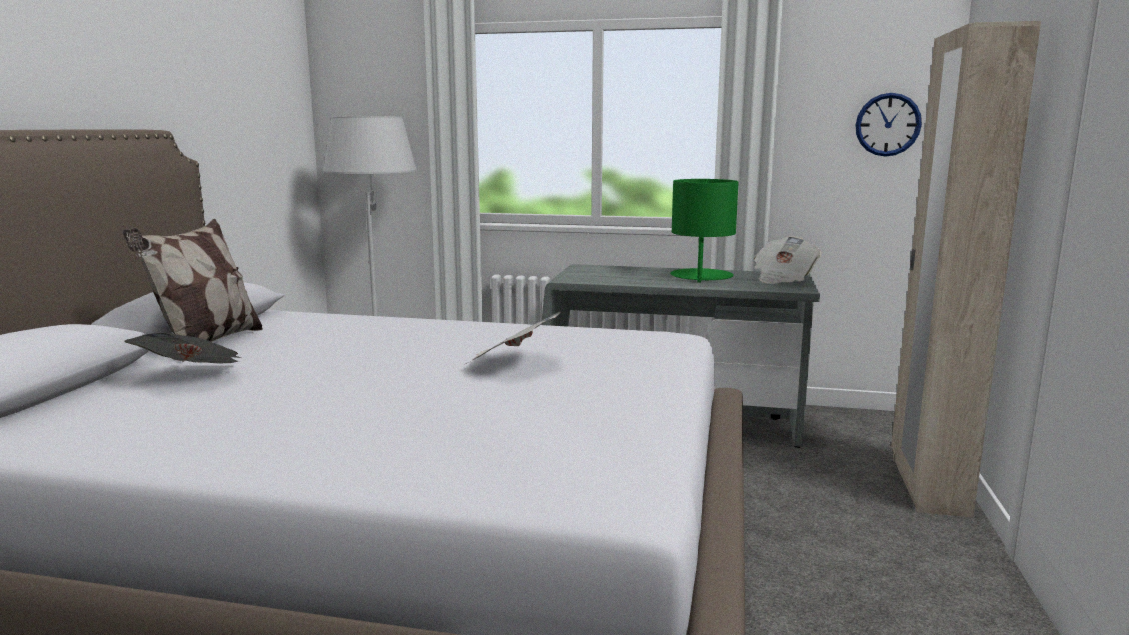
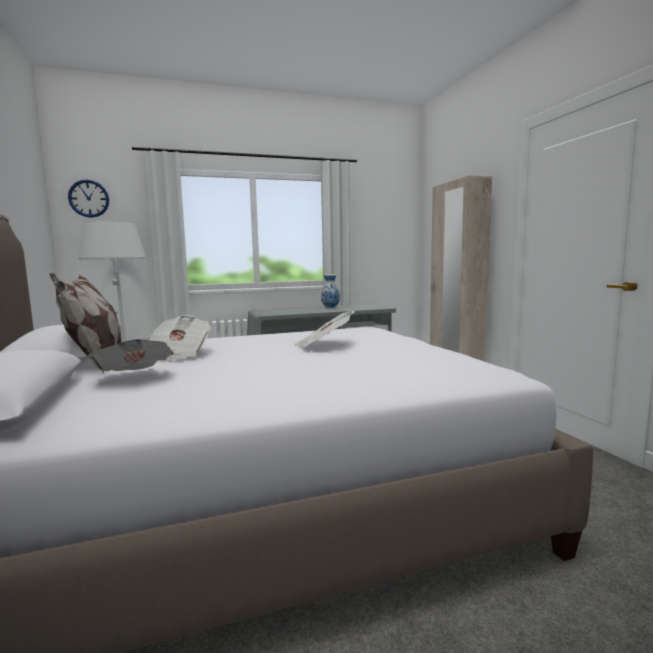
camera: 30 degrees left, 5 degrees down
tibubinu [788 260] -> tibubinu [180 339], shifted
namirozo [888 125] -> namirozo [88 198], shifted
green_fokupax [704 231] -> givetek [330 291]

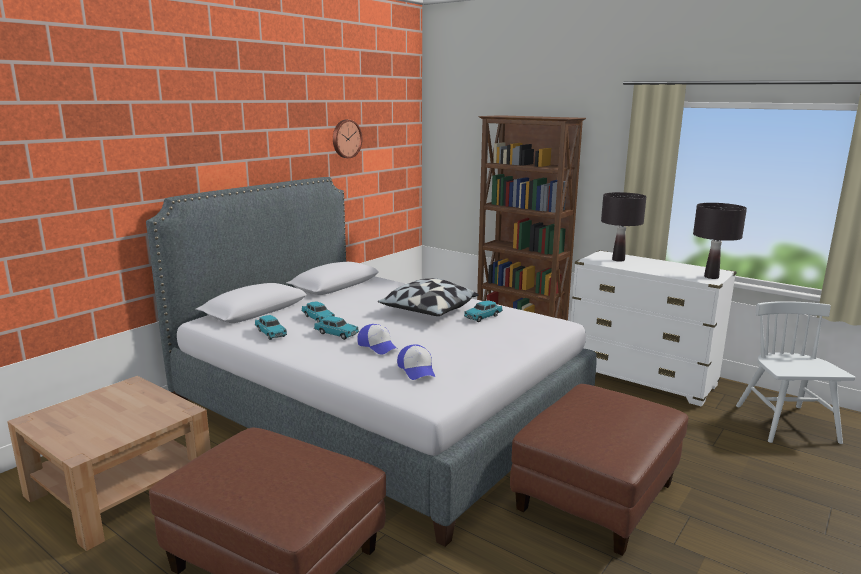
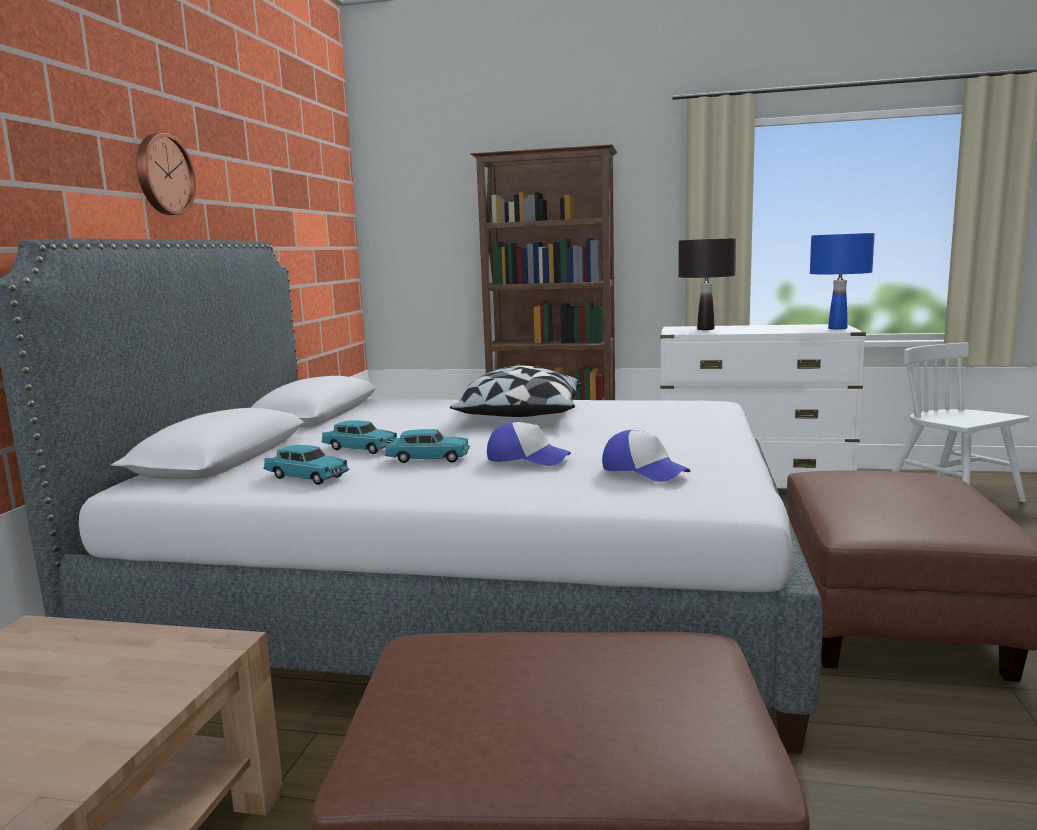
camera: 25 degrees left, 5 degrees down
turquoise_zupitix [483 311] -> none
namirozo [347 139] -> namirozo [166 174], shifted
black_fokupax [720 241] -> blue_fokupax [842 281]

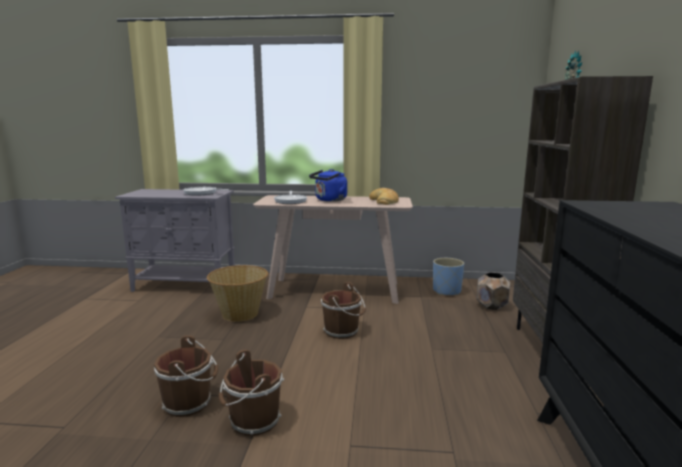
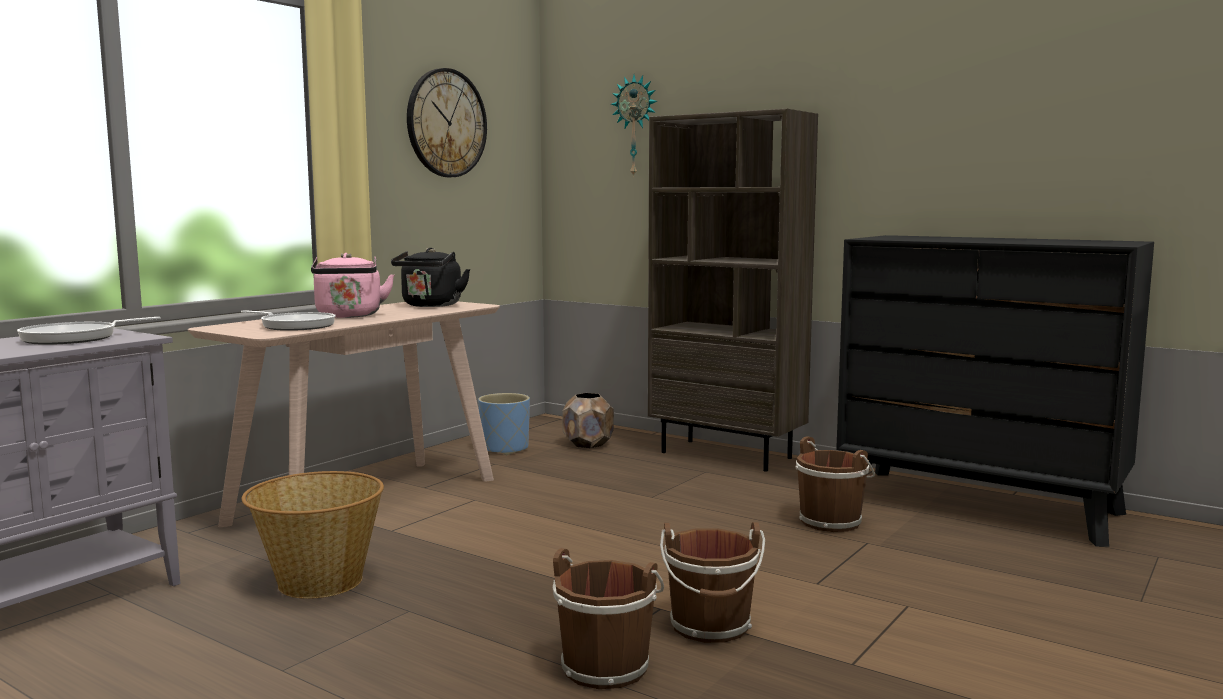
camera: 60 degrees left, 5 degrees down
none -> namirozo [447 122]
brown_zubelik [343 310] -> brown_zubelik [835 484], shifted
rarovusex [384 196] -> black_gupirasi [430 277]
blue_gupirasi [328 185] -> pink_gupirasi [353 285]

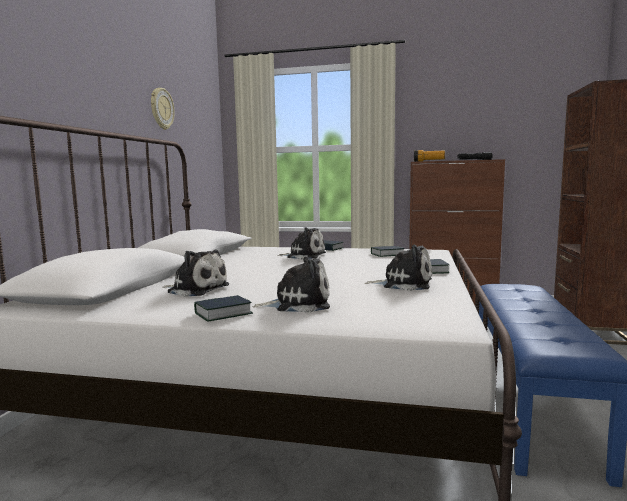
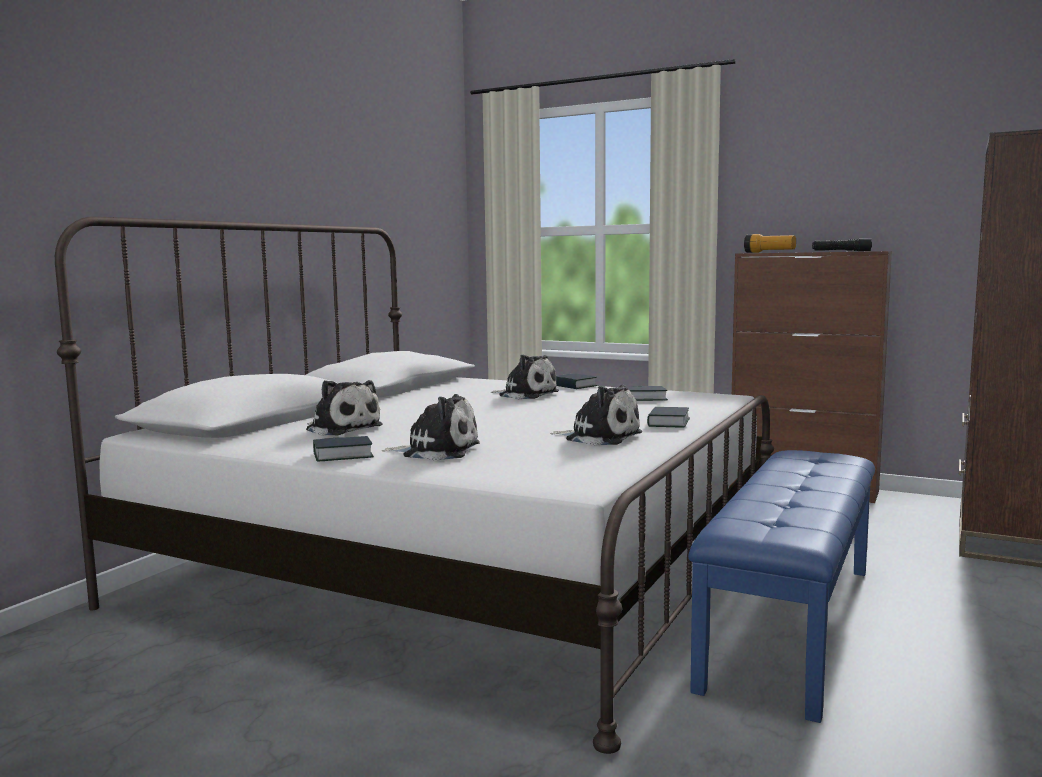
camera: 15 degrees right, 0 degrees up
namirozo [163 109] -> none

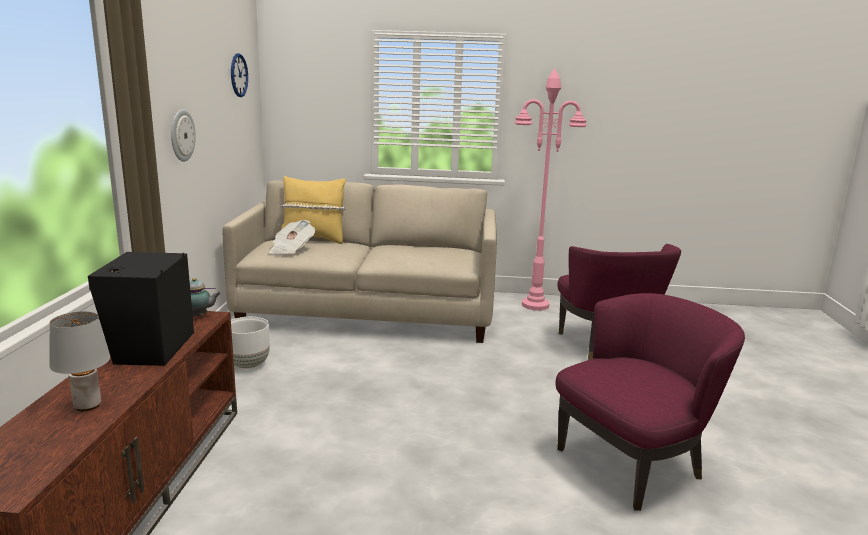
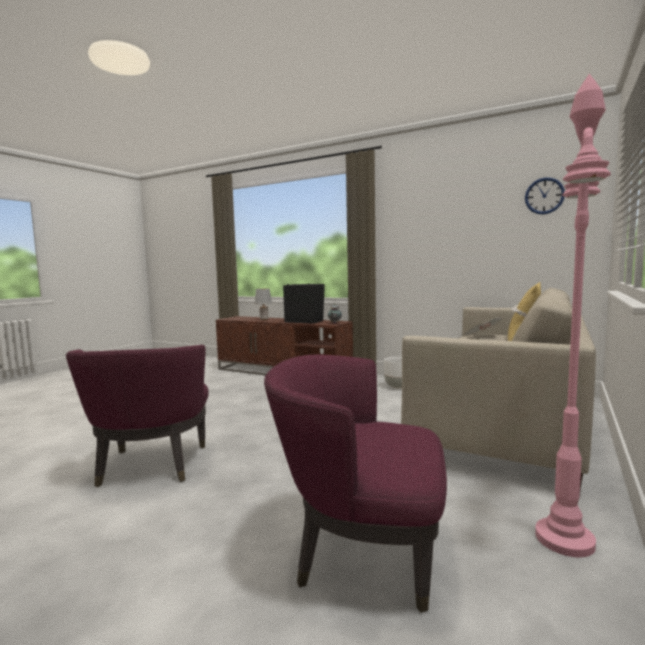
camera: 115 degrees right, 10 degrees down
namirozo [183 135] -> none

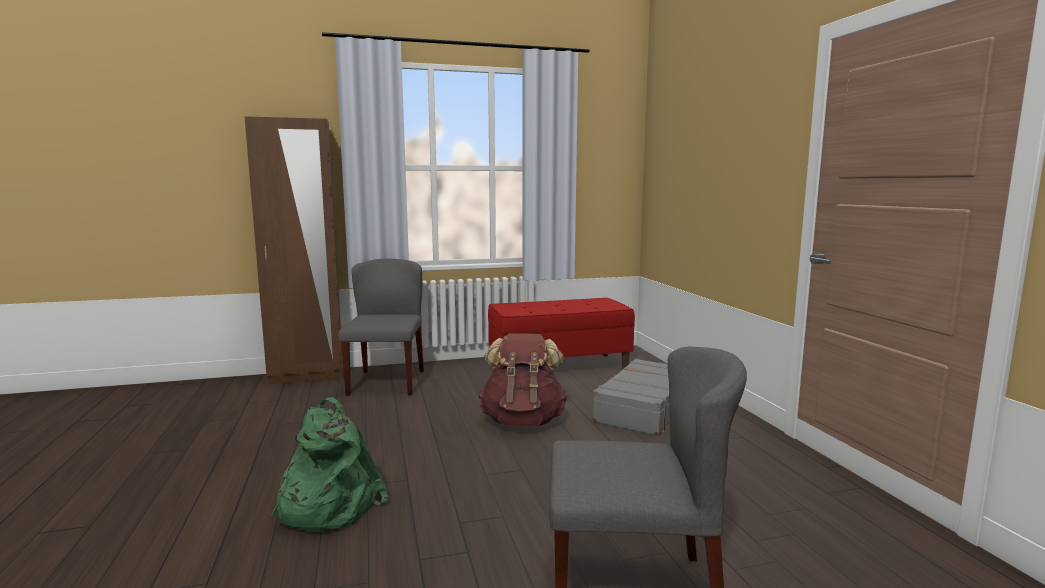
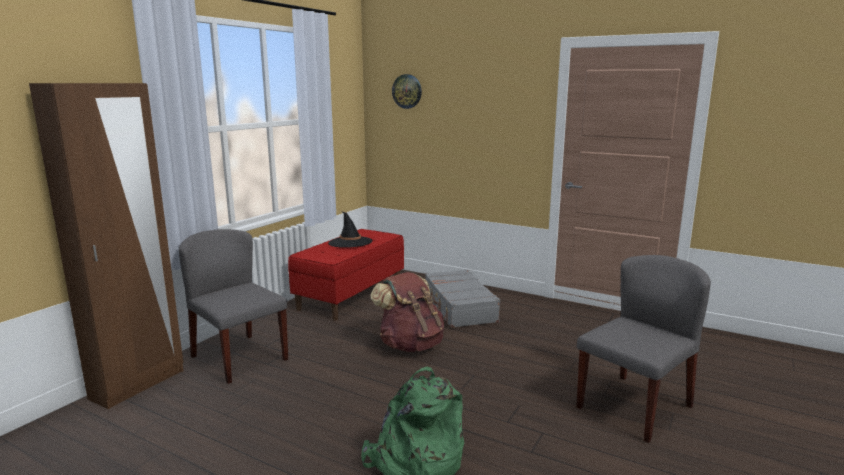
camera: 45 degrees left, 5 degrees up
none -> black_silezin [350 229]
none -> namirozo [407 91]

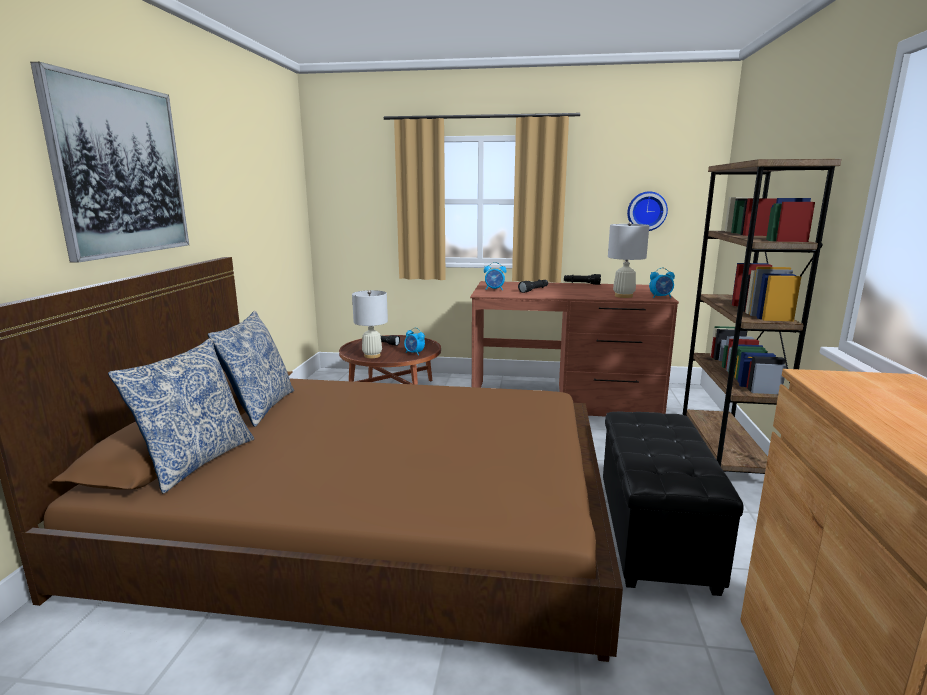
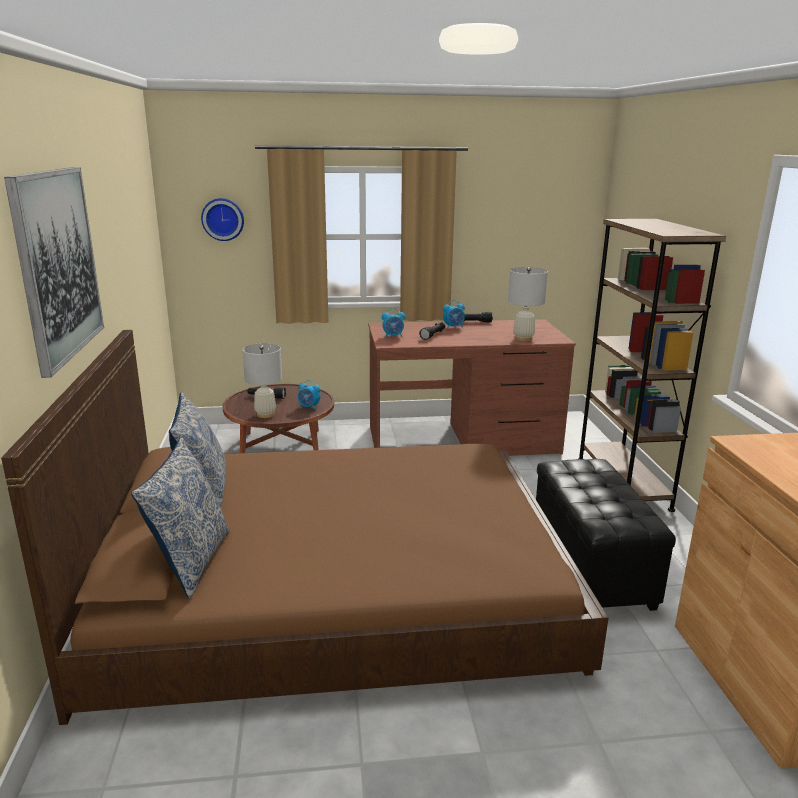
camera: 15 degrees left, 5 degrees up
namirozo [647 211] -> namirozo [222 219], shifted
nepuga [662 283] -> nepuga [454 314], shifted

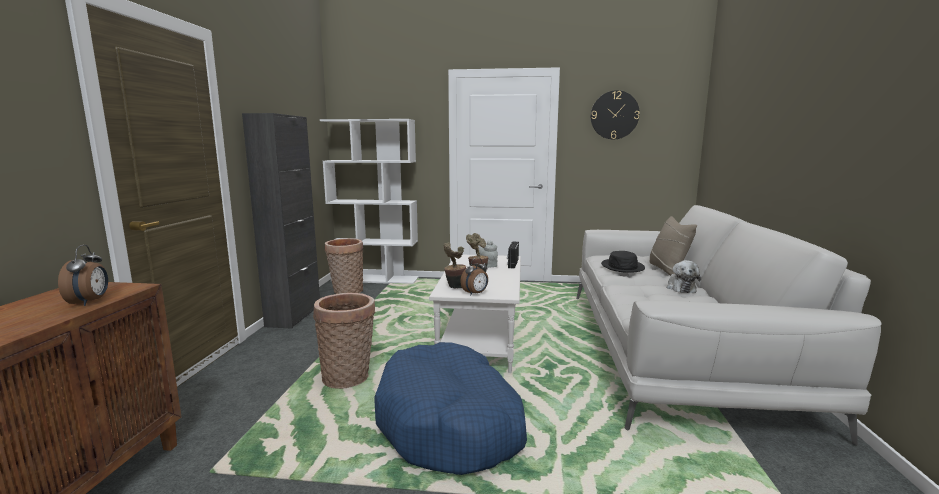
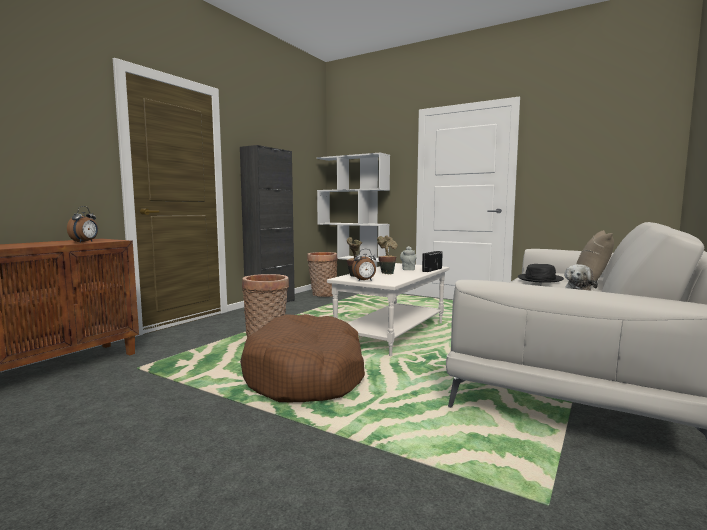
camera: 25 degrees right, 5 degrees down
namirozo [615 114] -> none
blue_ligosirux [450 408] -> brown_ligosirux [302 358]

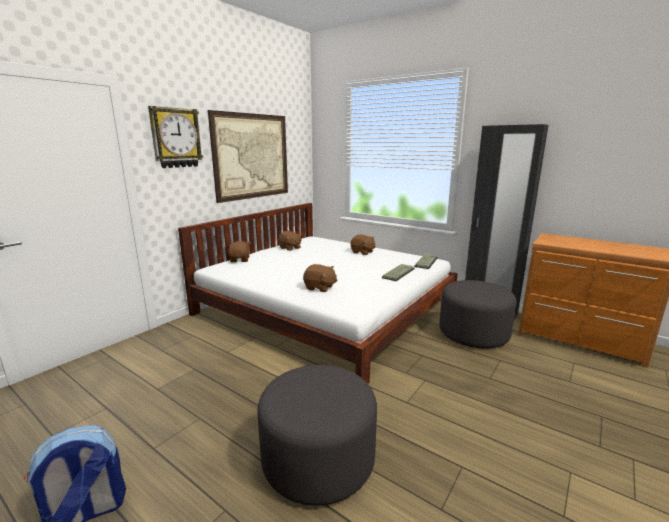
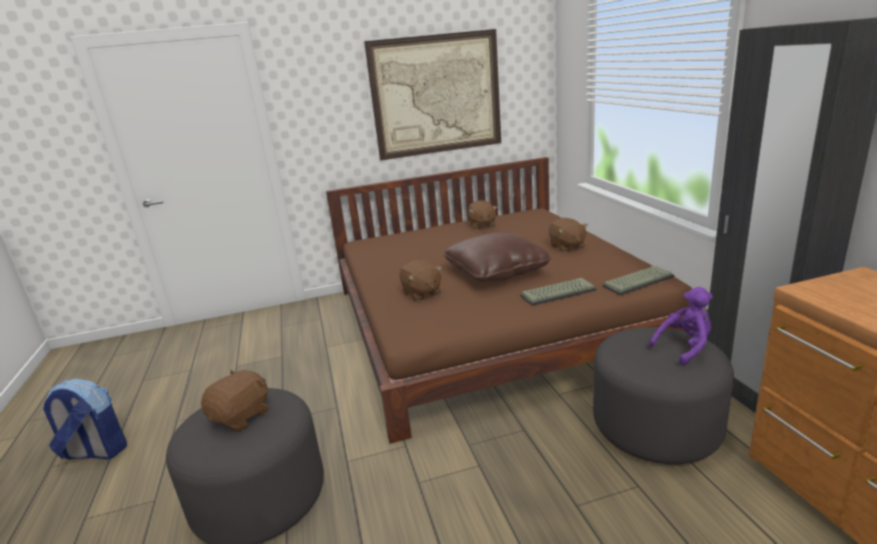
camera: 40 degrees right, 5 degrees up
namirozo [175 137] -> none
none -> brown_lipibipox [497 257]
none -> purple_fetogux [681 326]
brown_fetogux [239 251] -> brown_fetogux [235 400], shifted
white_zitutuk [318 293] -> brown_zitutuk [517 300]

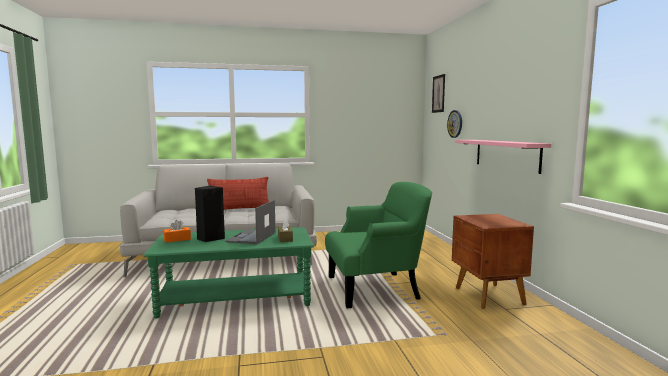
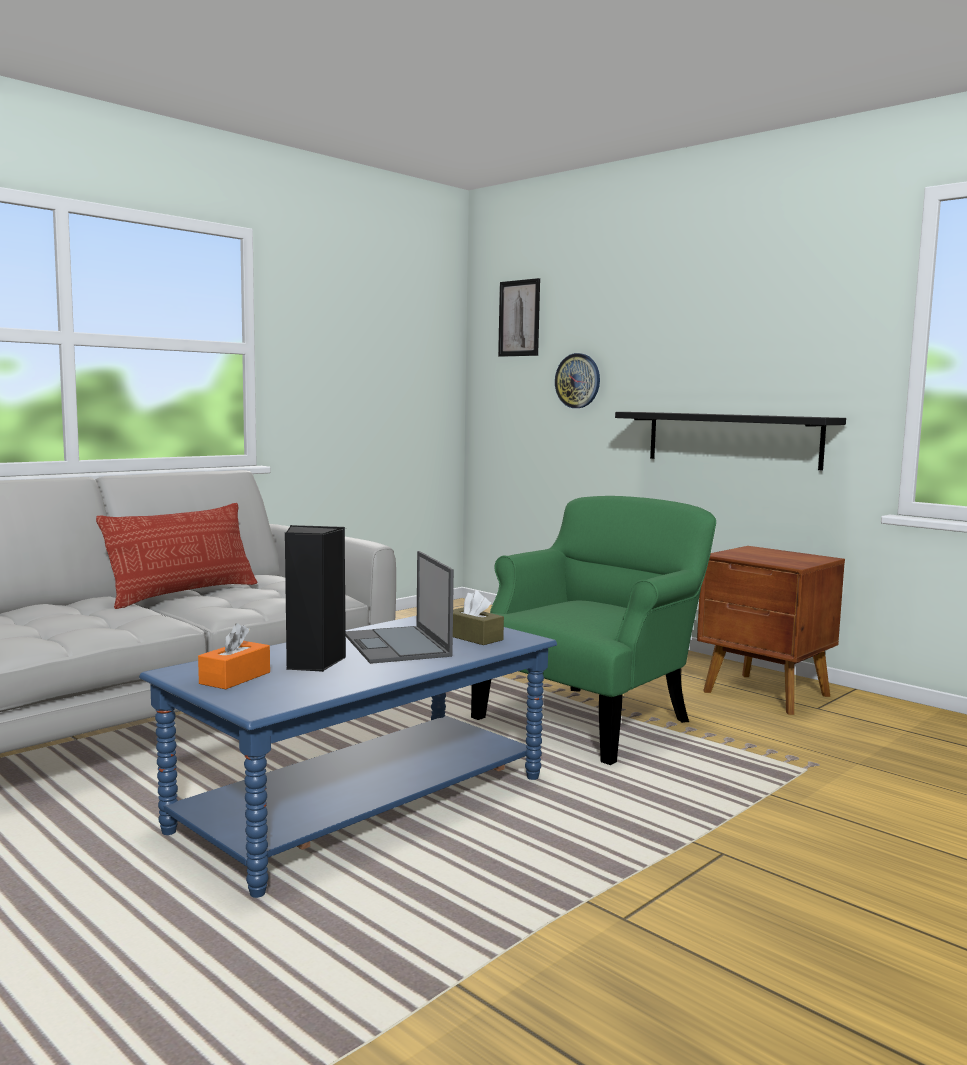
camera: 35 degrees left, 0 degrees up
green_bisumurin [228 272] -> blue_bisumurin [348 757]
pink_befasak [503 157] -> black_befasak [730 441]

